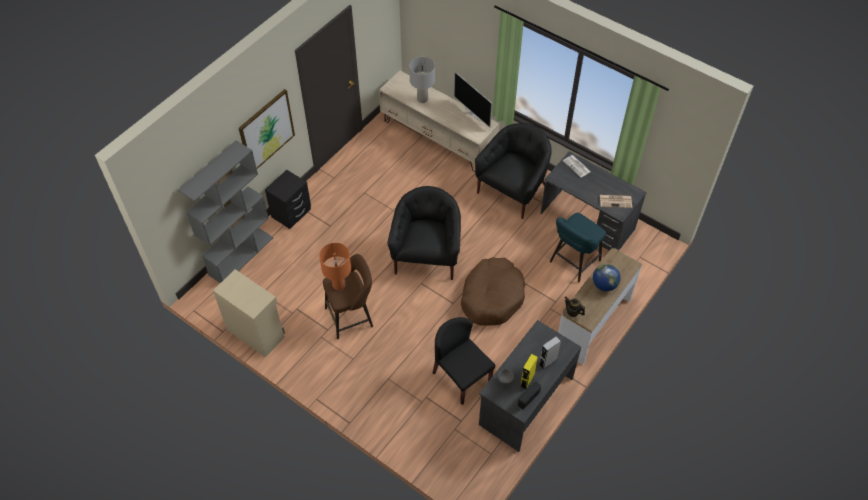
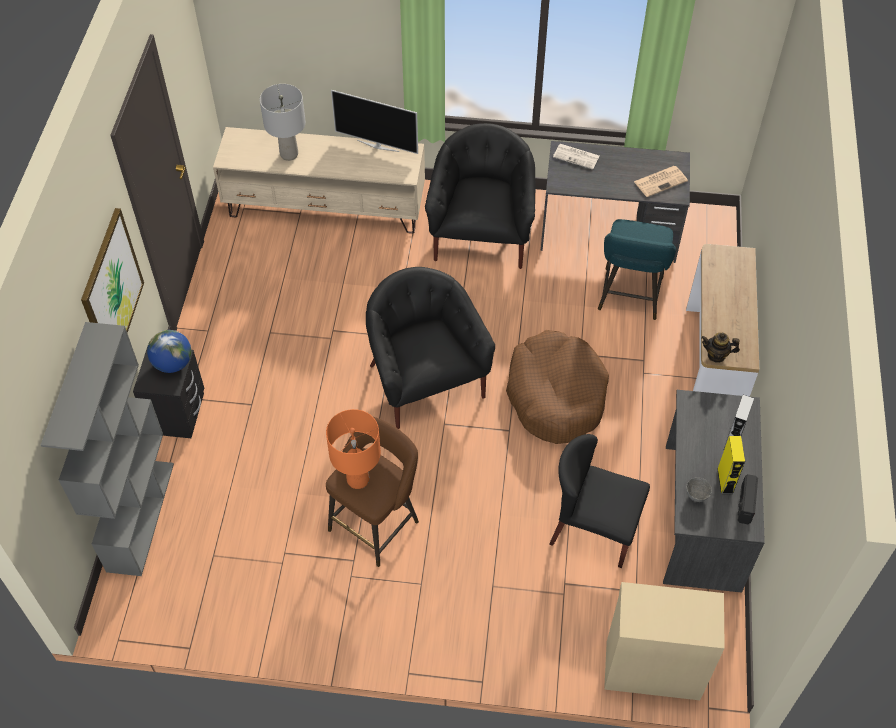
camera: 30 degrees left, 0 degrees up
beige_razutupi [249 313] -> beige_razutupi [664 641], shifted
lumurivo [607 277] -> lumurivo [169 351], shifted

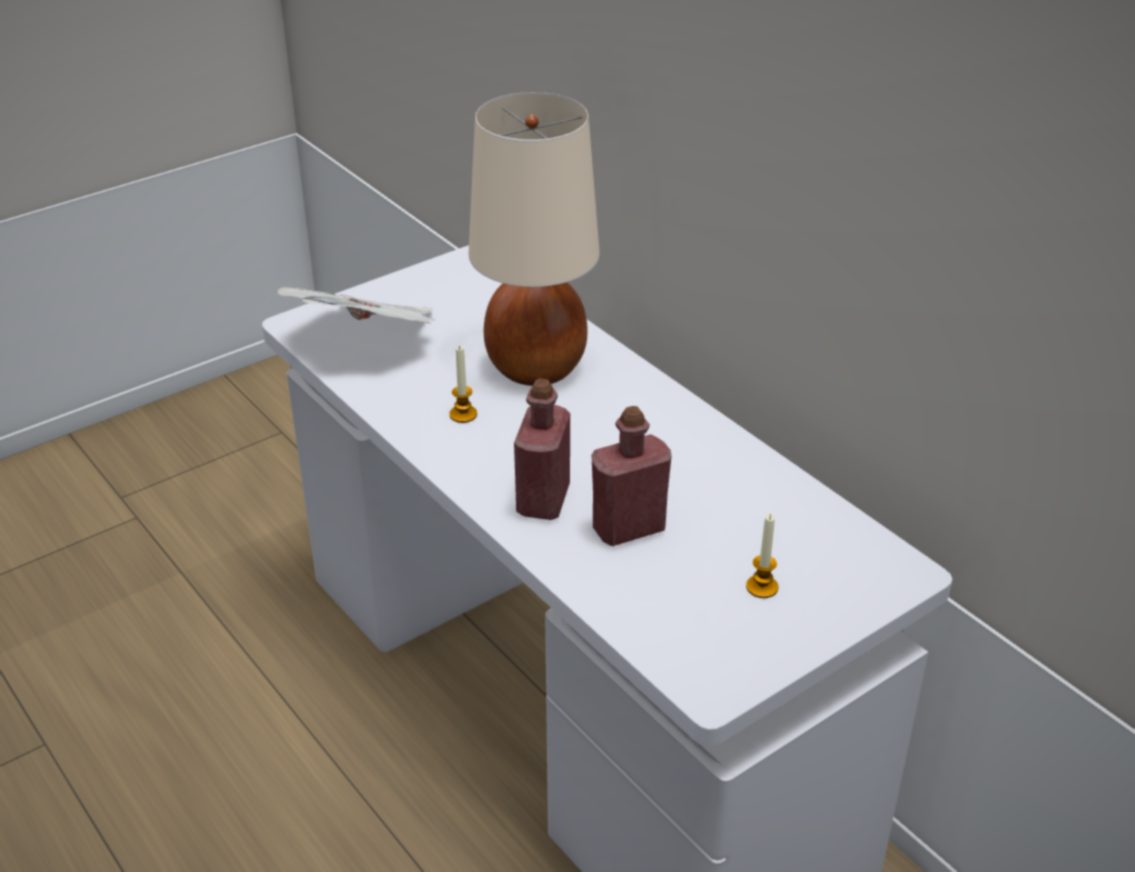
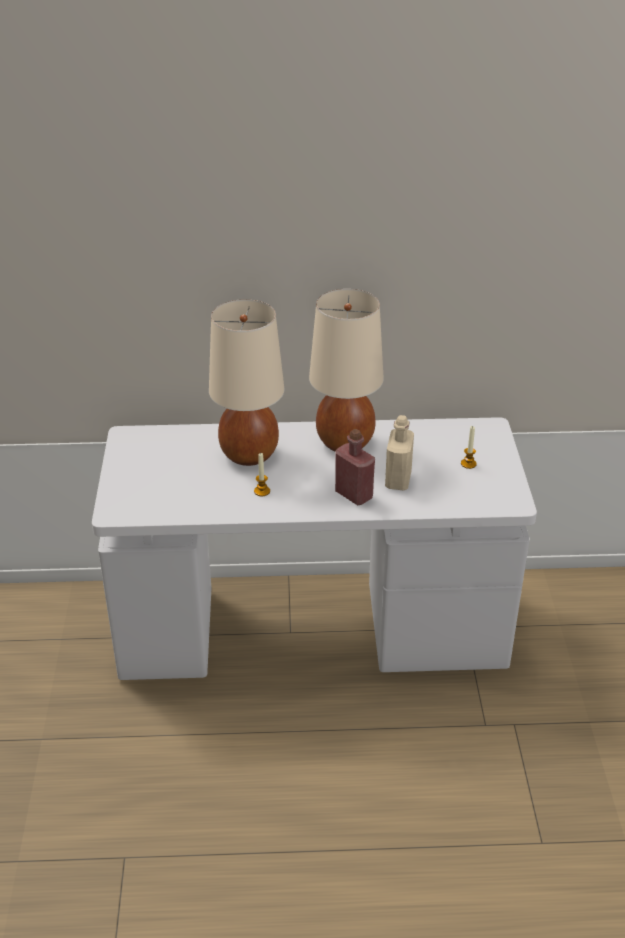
camera: 55 degrees left, 0 degrees up
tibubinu [356 305] -> none
none -> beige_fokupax [346 370]
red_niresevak [632 476] -> beige_niresevak [399 452]

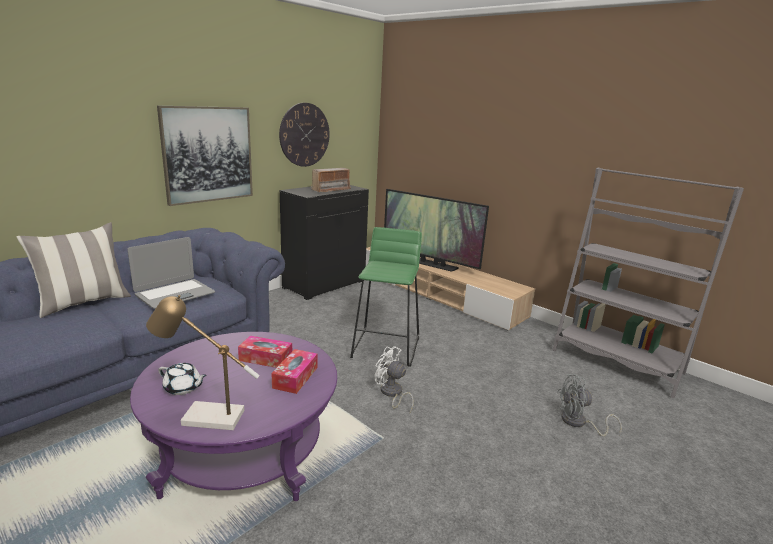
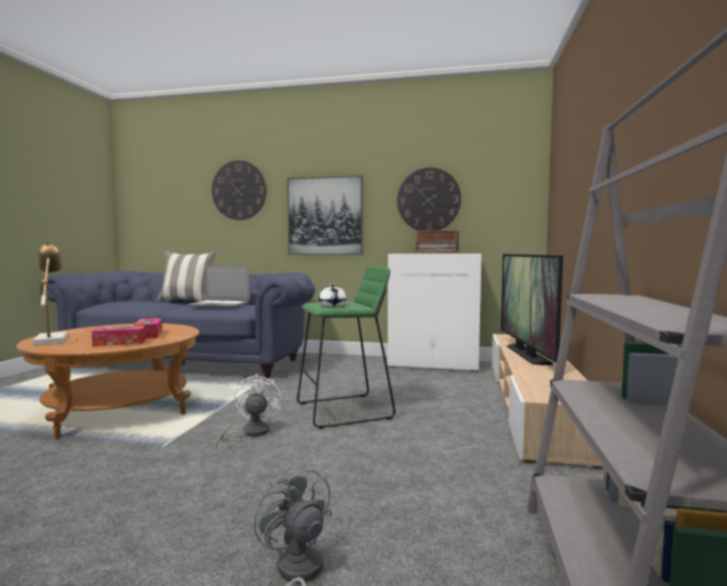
camera: 60 degrees right, 15 degrees down
none -> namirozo [239 190]
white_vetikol [182 379] -> white_vetikol [332 295], shifted
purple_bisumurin [233 416] -> brown_bisumurin [107 381]
black_razutupi [324 242] -> white_razutupi [435 313]

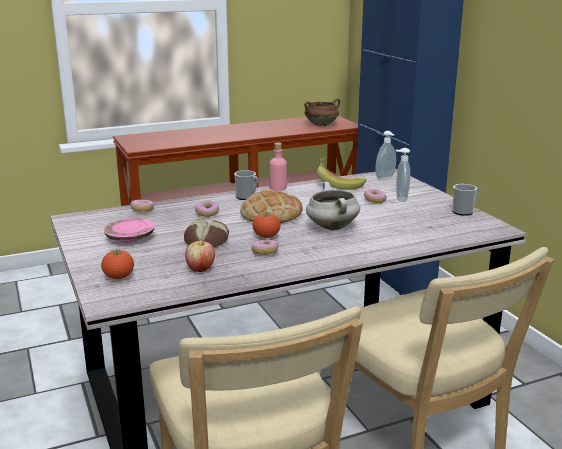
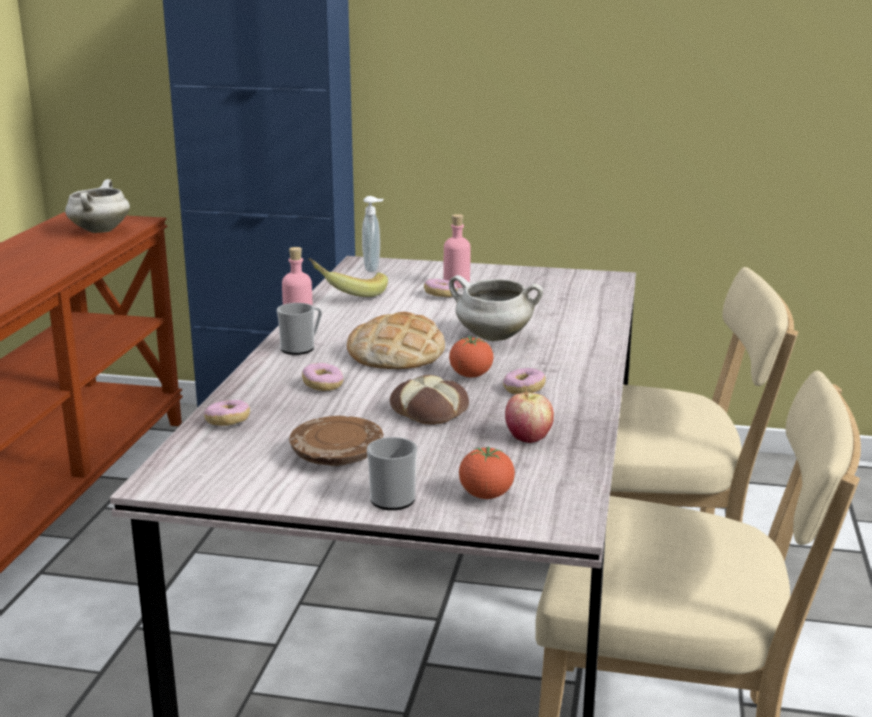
camera: 55 degrees left, 0 degrees up
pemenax [466 200] -> pemenax [392 473], shifted
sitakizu [403 175] -> pink_niresevak [457 251]
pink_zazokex [129 230] -> brown_zazokex [336 441]
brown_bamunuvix [322 112] -> white_bamunuvix [97 206]

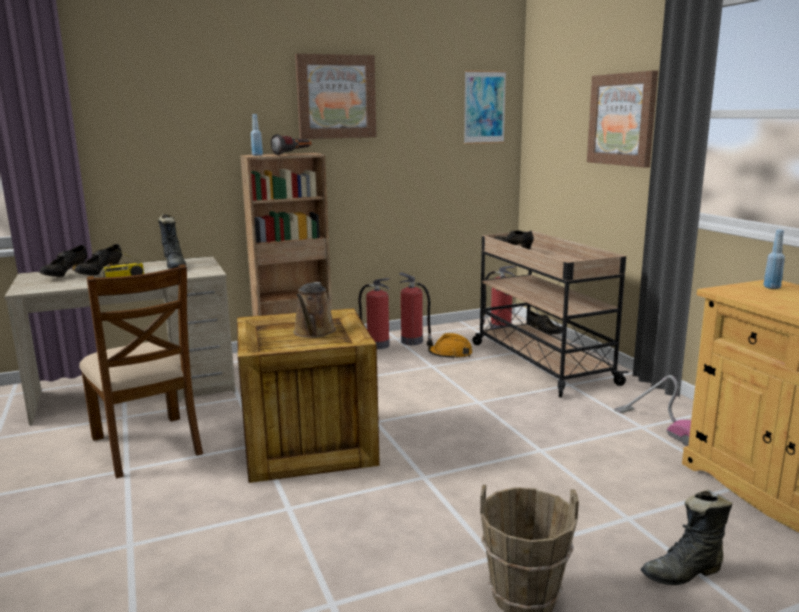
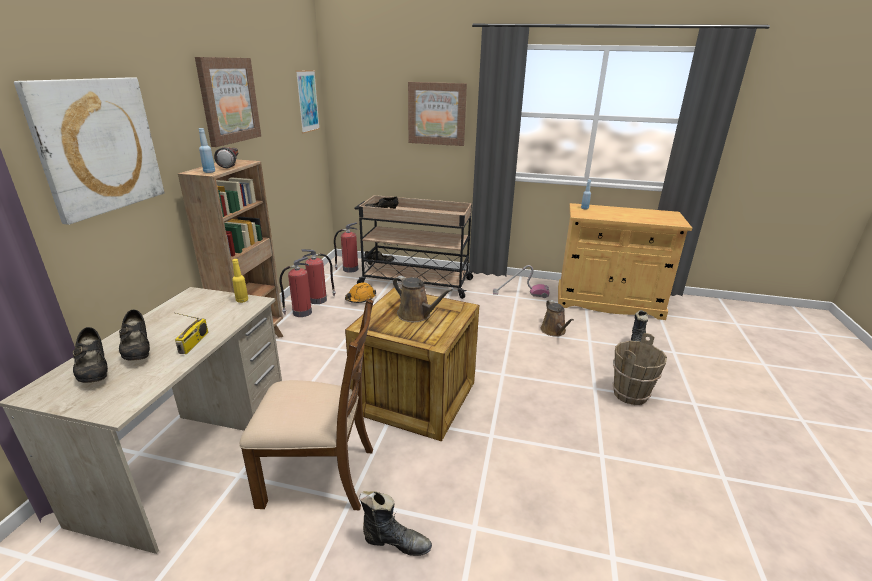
camera: 55 degrees left, 10 degrees up
none -> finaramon [89 151]
none -> yellow_niresevak [240 281]
none -> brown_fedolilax [557 318]
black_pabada [172 241] -> black_pabada [395 523], shifted

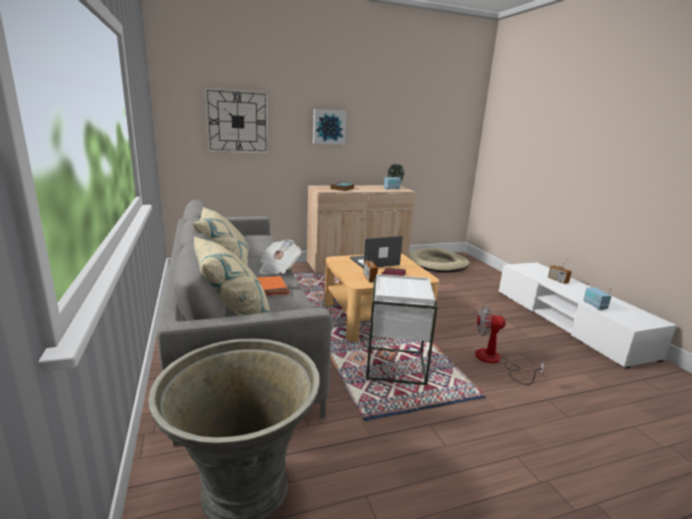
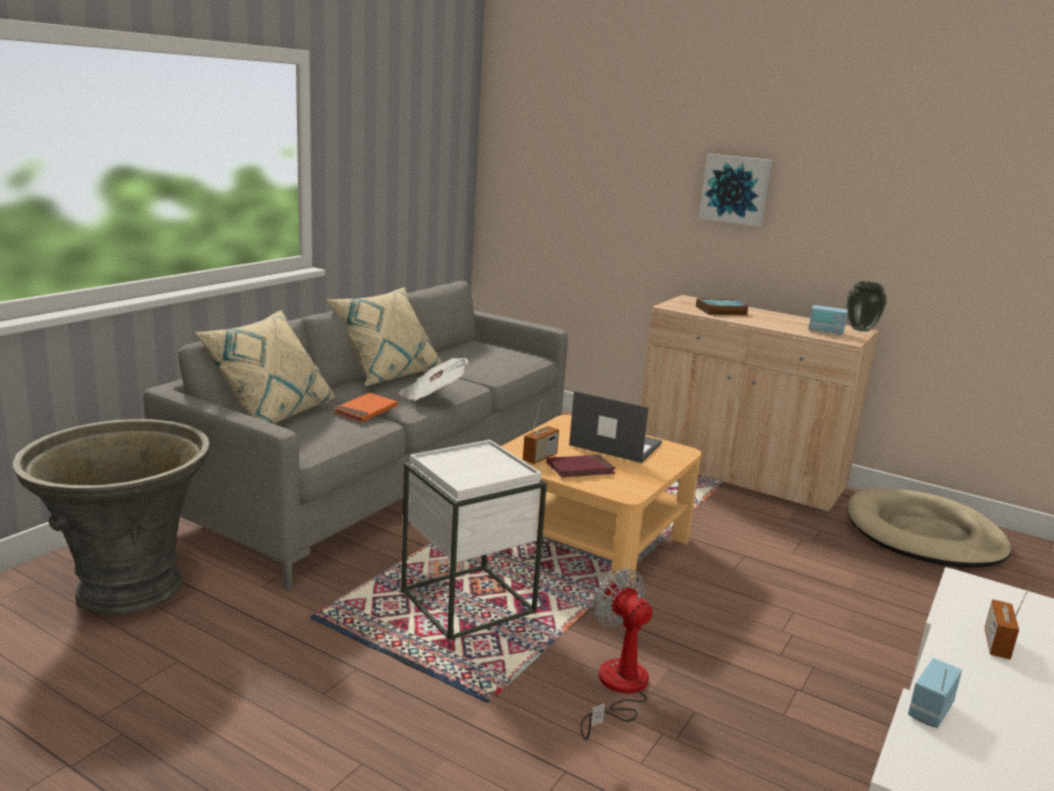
camera: 50 degrees right, 0 degrees up
namirozo [236 120] -> none

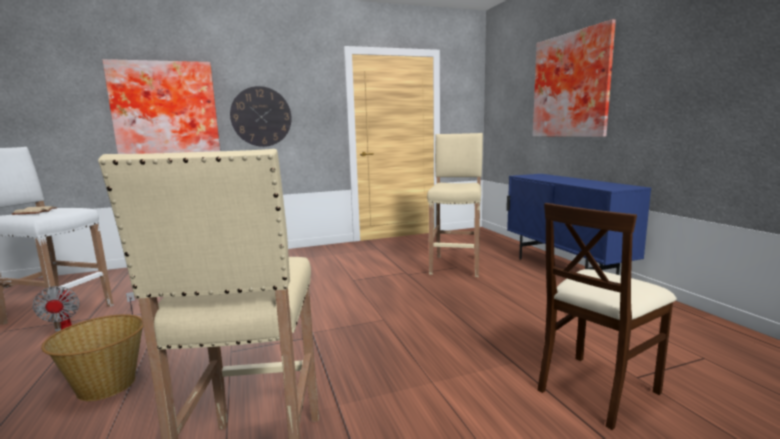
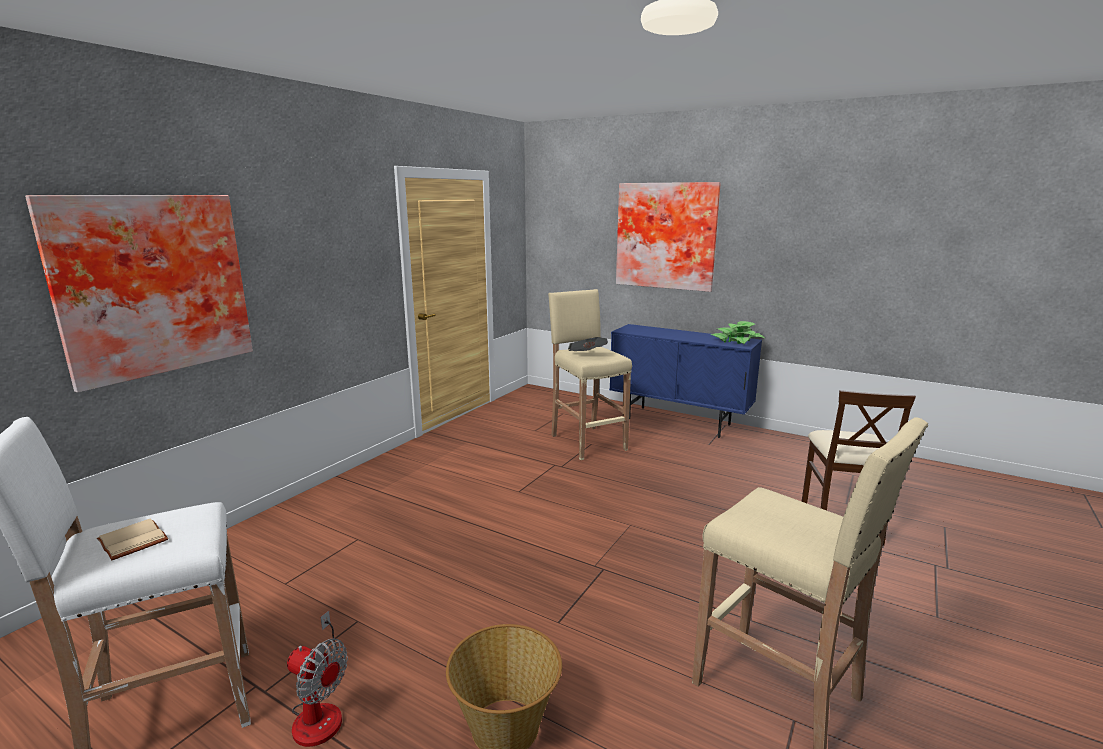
camera: 40 degrees left, 5 degrees up
namirozo [261 116] -> none
none -> tibubinu [588 344]
none -> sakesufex [737 332]

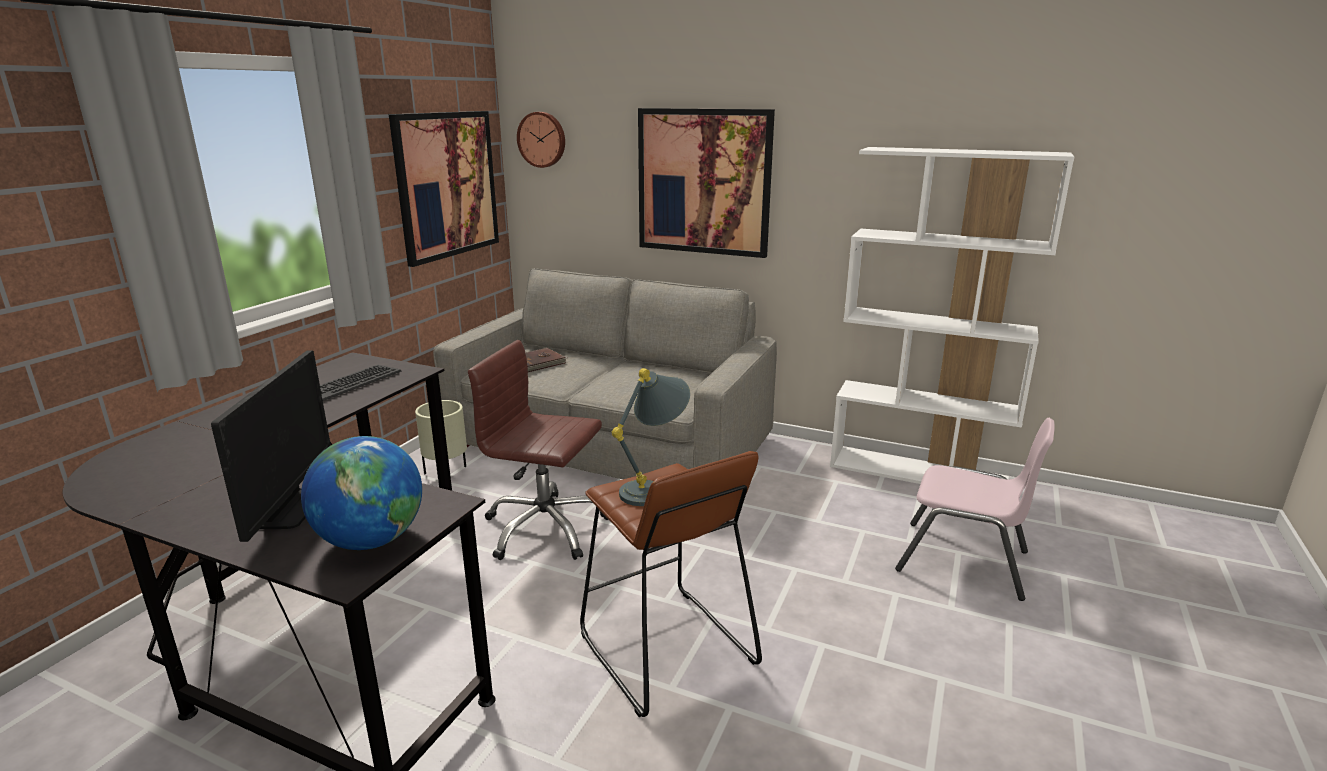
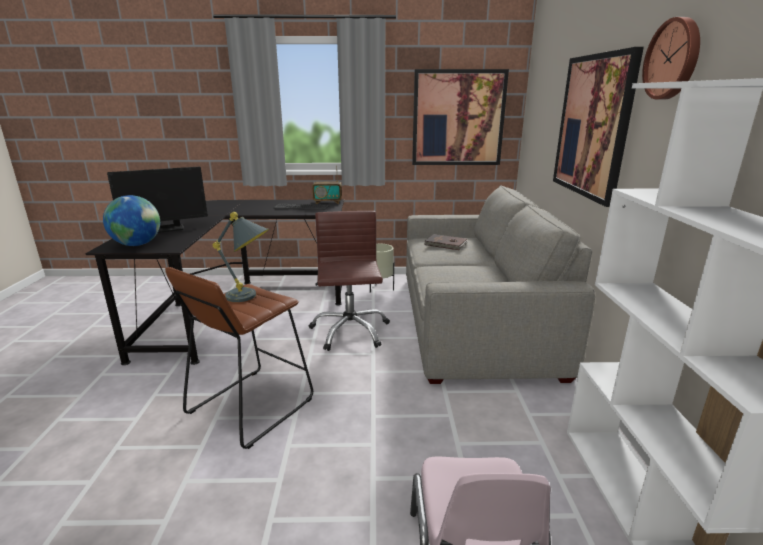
camera: 65 degrees right, 0 degrees up
none -> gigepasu [327 185]
namirozo [541 140] -> namirozo [671 58], shifted

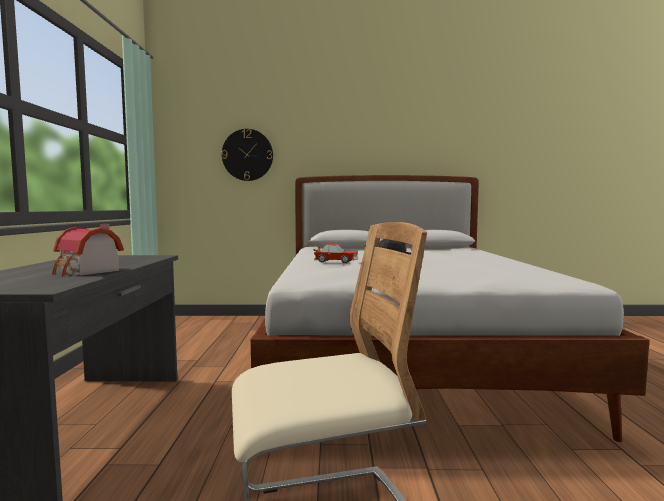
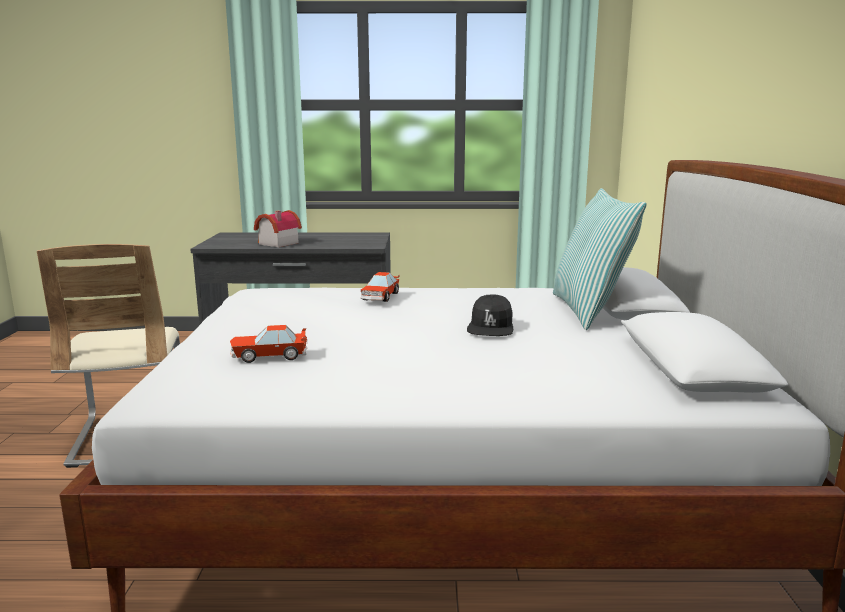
camera: 90 degrees right, 10 degrees up
namirozo [247 155] -> none
none -> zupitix [268 344]
none -> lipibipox [600 259]

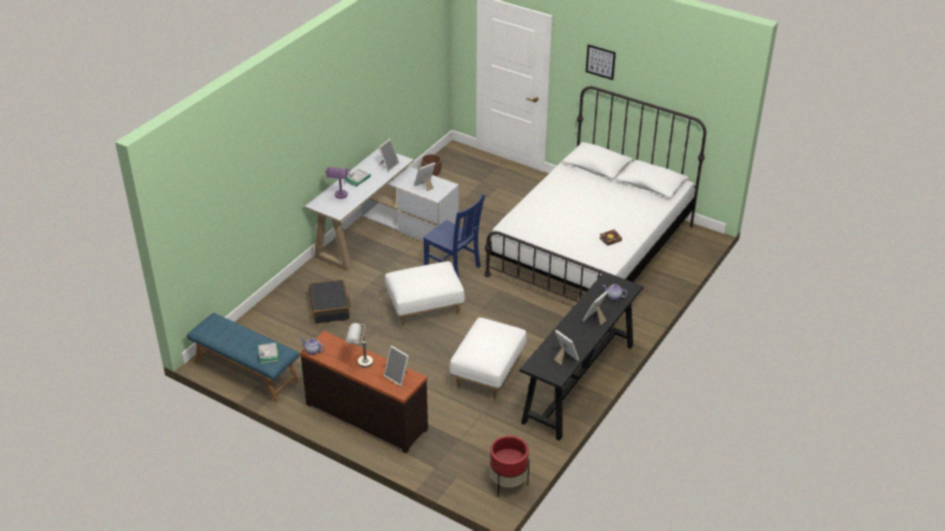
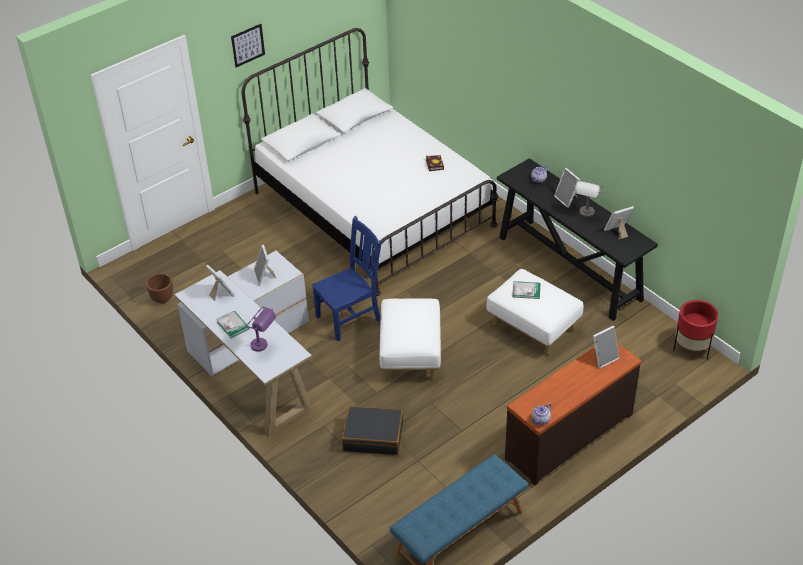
camera: 70 degrees left, 5 degrees up
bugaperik [269 353] -> bugaperik [526 290], shifted
grey_fokupax [359 345] -> grey_fokupax [588 198], shifted

